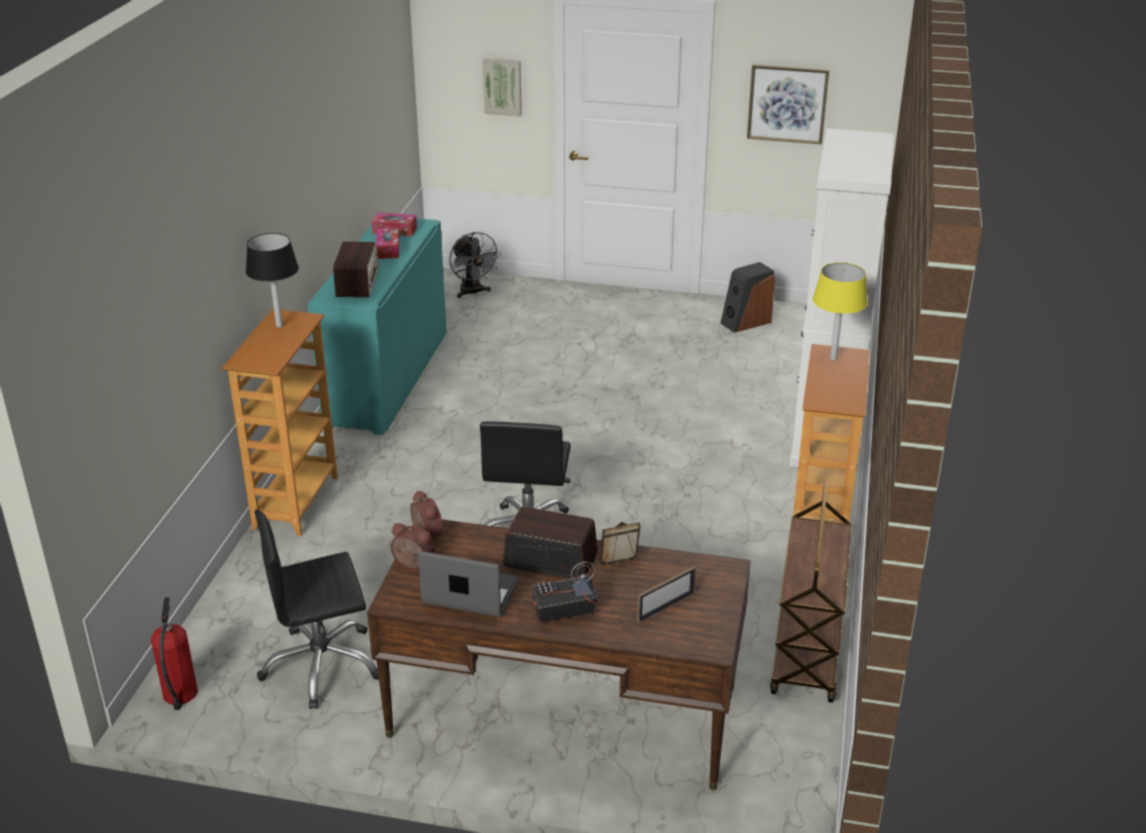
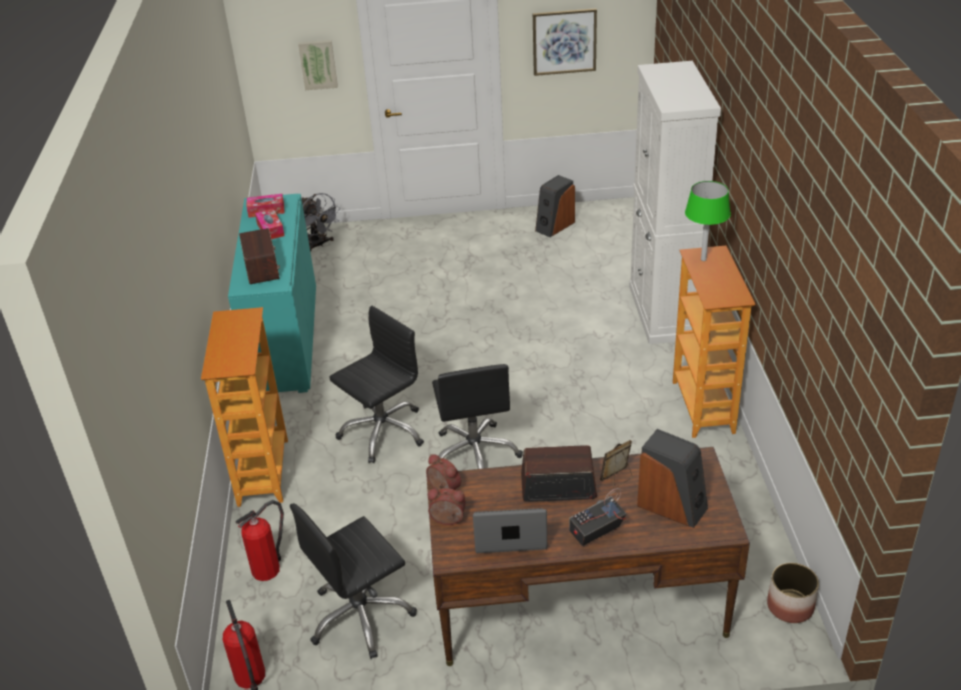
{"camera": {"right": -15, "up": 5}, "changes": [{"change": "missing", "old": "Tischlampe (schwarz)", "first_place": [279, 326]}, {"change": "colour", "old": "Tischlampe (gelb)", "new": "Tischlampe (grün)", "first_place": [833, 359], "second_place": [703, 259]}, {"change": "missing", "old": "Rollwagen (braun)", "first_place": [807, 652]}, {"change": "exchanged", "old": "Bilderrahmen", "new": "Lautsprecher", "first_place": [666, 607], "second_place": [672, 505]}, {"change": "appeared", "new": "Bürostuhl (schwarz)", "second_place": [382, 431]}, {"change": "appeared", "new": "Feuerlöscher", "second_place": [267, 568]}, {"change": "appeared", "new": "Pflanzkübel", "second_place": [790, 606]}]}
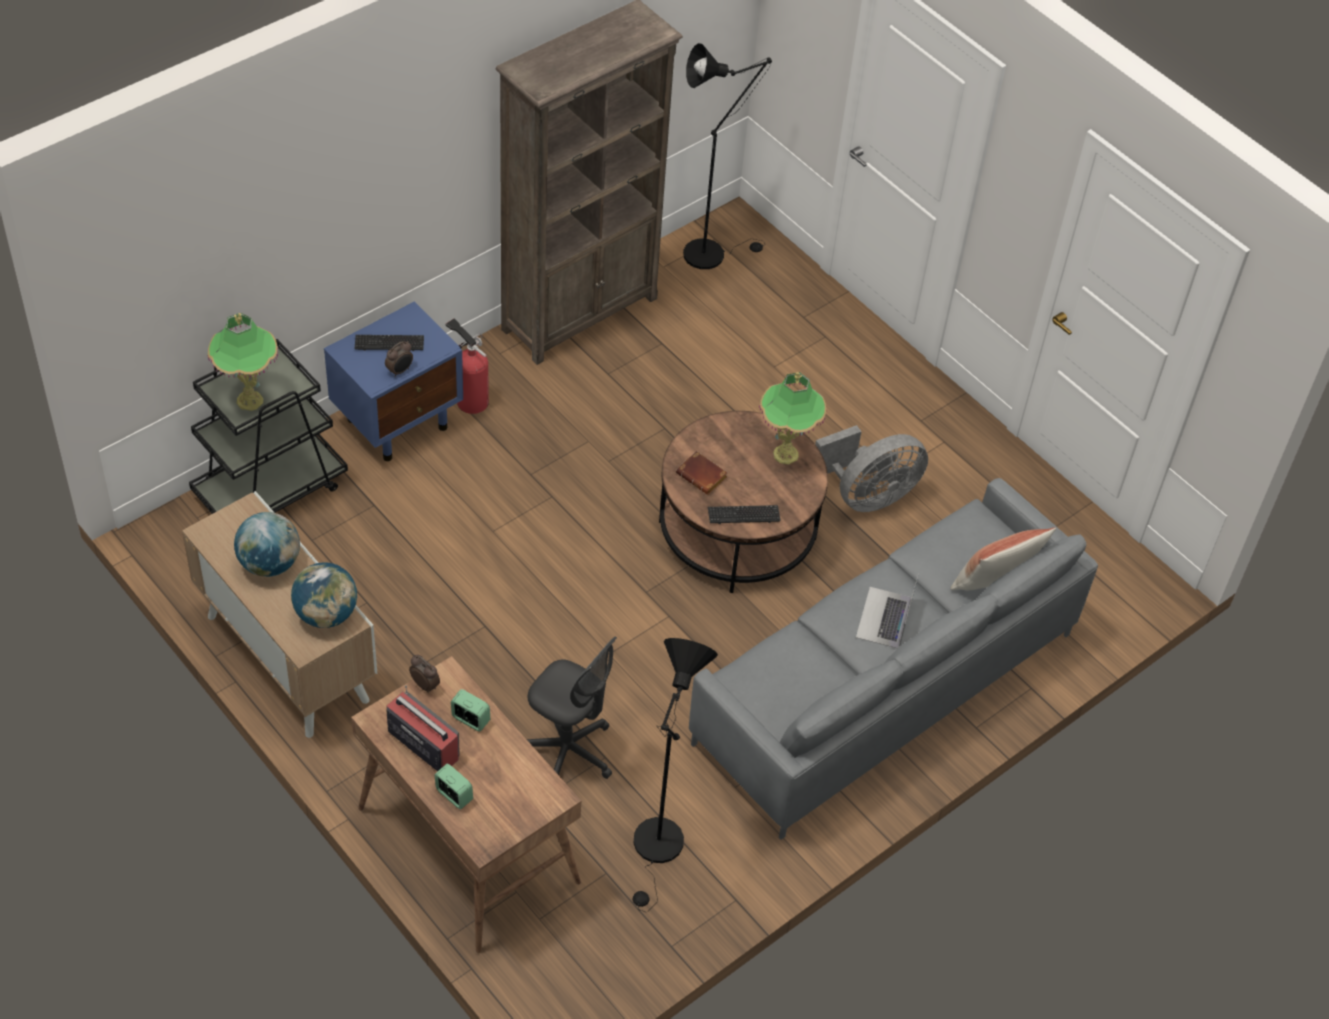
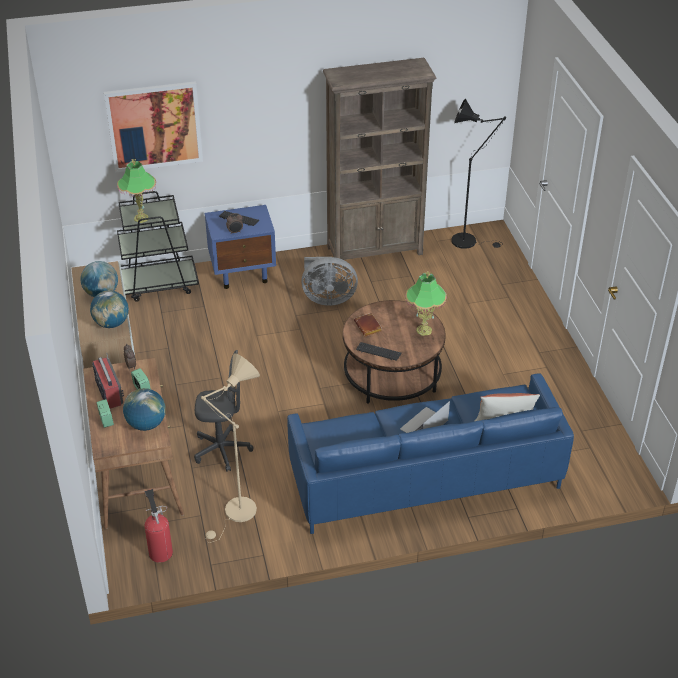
{"camera": {"right": 30, "up": -10}, "changes": [{"change": "relocated", "old": "Feuerlöscher", "first_place": [470, 399], "second_place": [160, 551]}, {"change": "relocated", "old": "Ventilator (grau)", "first_place": [868, 496], "second_place": [327, 298]}, {"change": "colour", "old": "Sofa (grau)", "new": "Sofa (blau)", "first_place": [882, 686], "second_place": [424, 477]}, {"change": "spun", "old": "Bürostuhl (grau)", "first_place": [568, 752], "second_place": [222, 450], "degrees": -60}, {"change": "colour", "old": "Stehlampe (schwarz)", "new": "Stehlampe (beige)", "first_place": [658, 850], "second_place": [237, 514]}, {"change": "appeared", "new": "Bild", "second_place": [154, 126]}, {"change": "appeared", "new": "Globus", "second_place": [146, 424]}]}
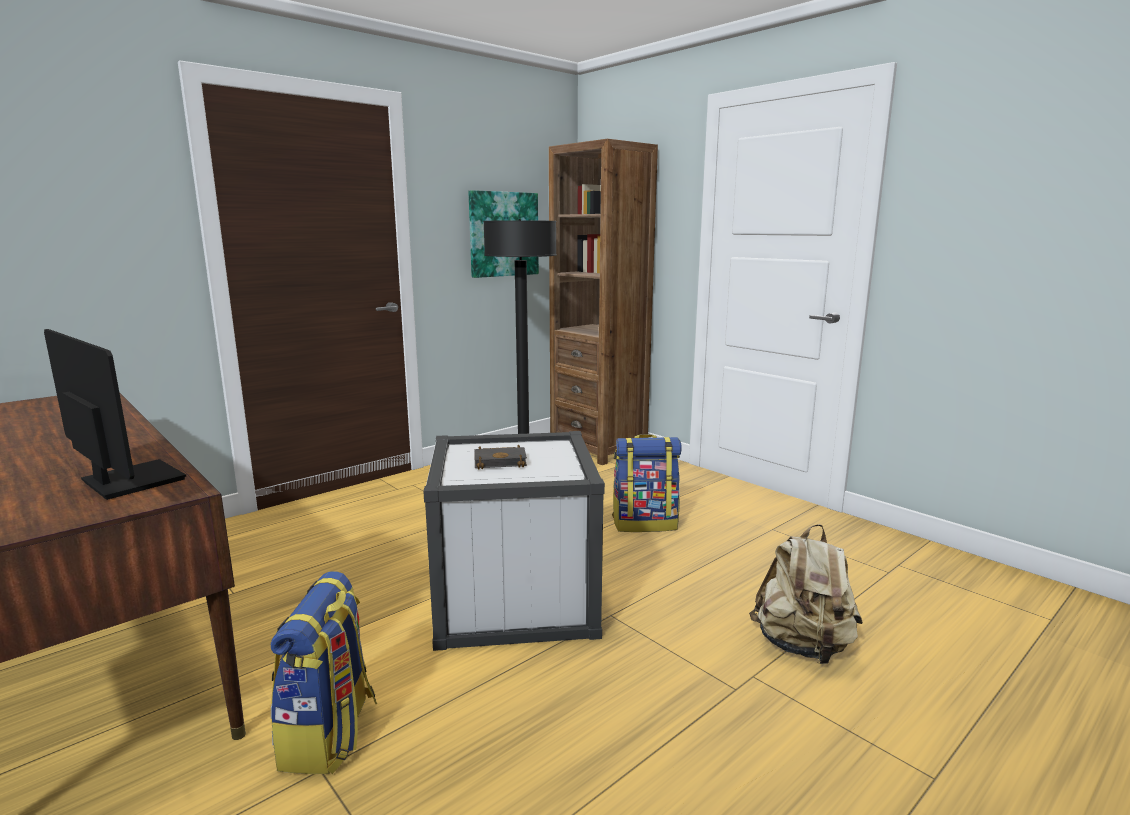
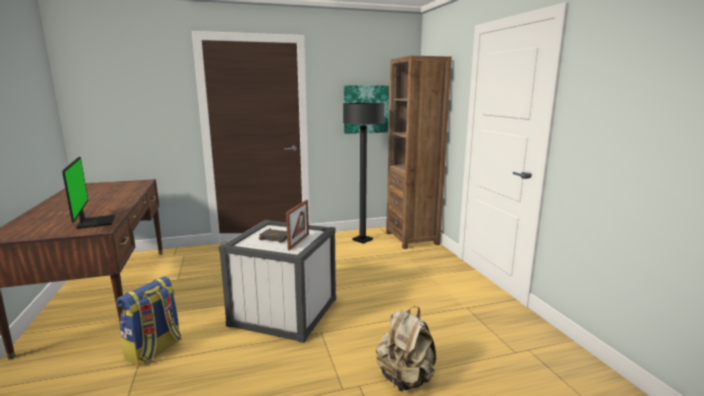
{"camera": {"right": 25, "up": 0}, "changes": [{"change": "missing", "old": "Rucksack", "first_place": [645, 523]}, {"change": "appeared", "new": "Bilderrahmen", "second_place": [298, 241]}]}
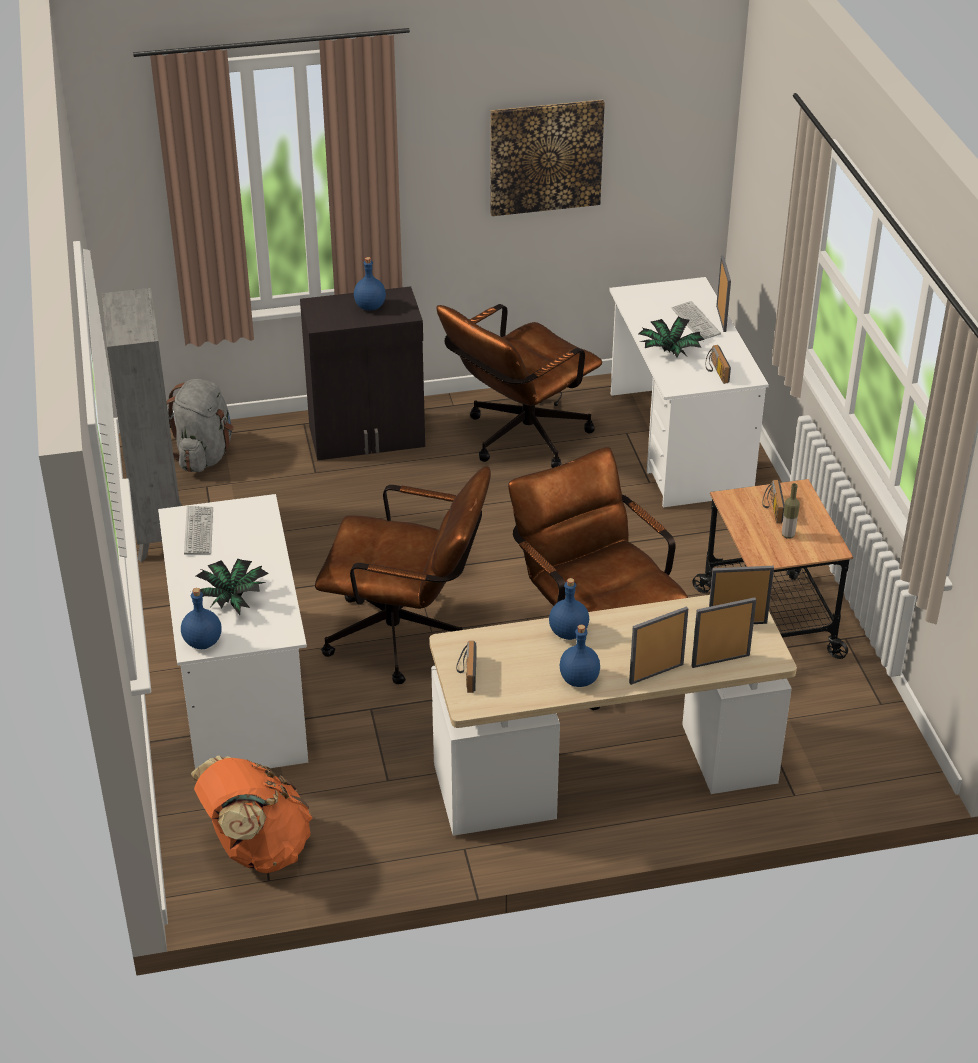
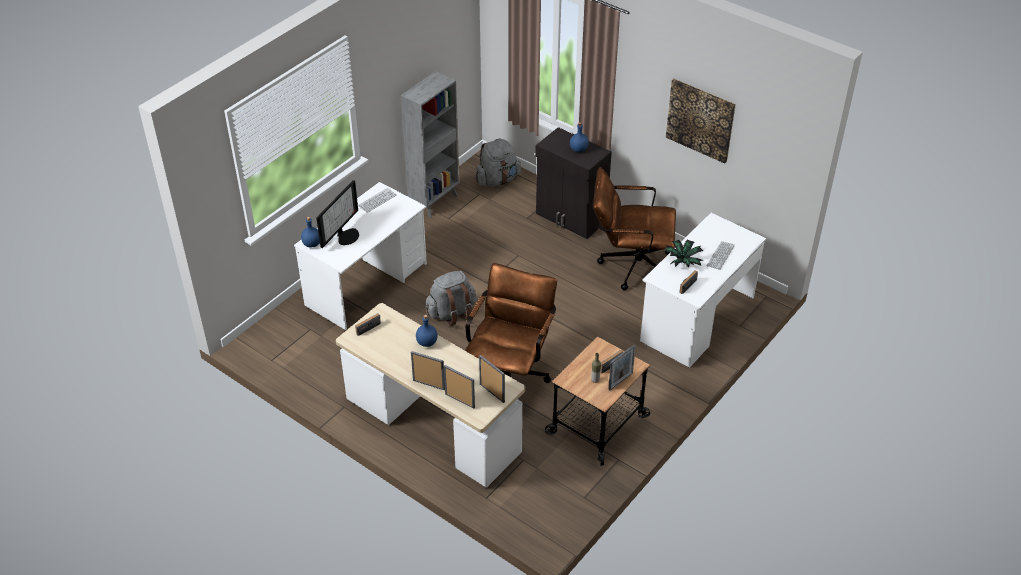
{"camera": {"right": 50, "up": 5}, "changes": [{"change": "relocated", "old": "Bilderrahmen", "first_place": [721, 318], "second_place": [620, 381]}, {"change": "exchanged", "old": "Bürostuhl (braun)", "new": "Rucksack (grau)", "first_place": [407, 638], "second_place": [452, 313]}, {"change": "exchanged", "old": "Topfpflanze", "new": "Monitor", "first_place": [233, 599], "second_place": [346, 235]}, {"change": "missing", "old": "Flasche (blau)", "first_place": [579, 679]}, {"change": "missing", "old": "Rucksack (orange)", "first_place": [256, 848]}]}
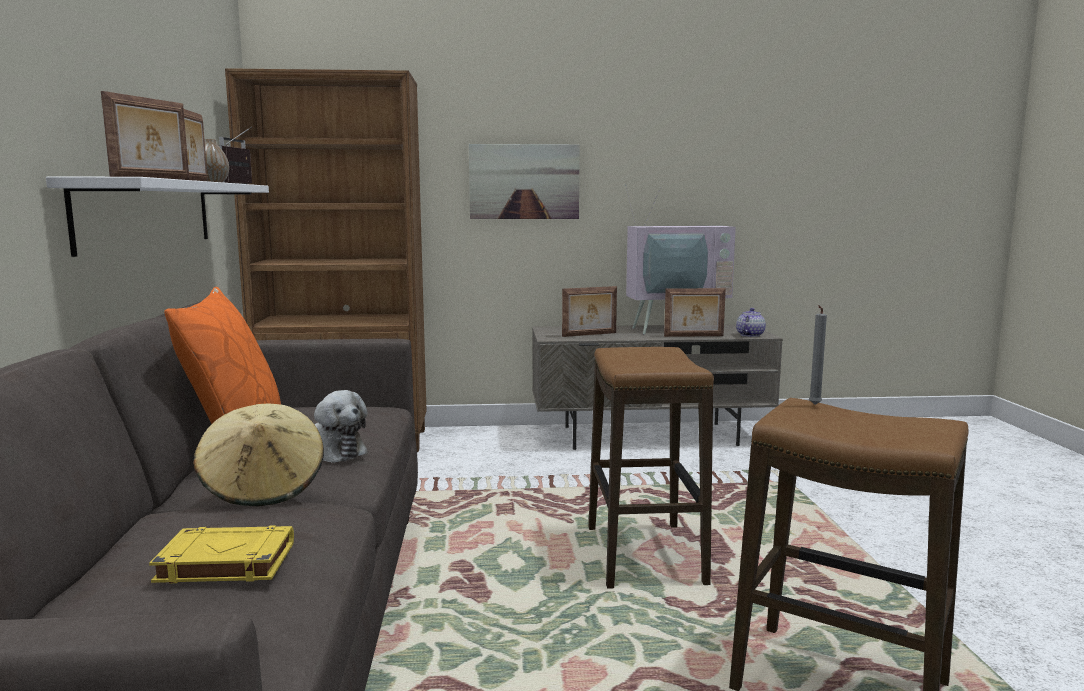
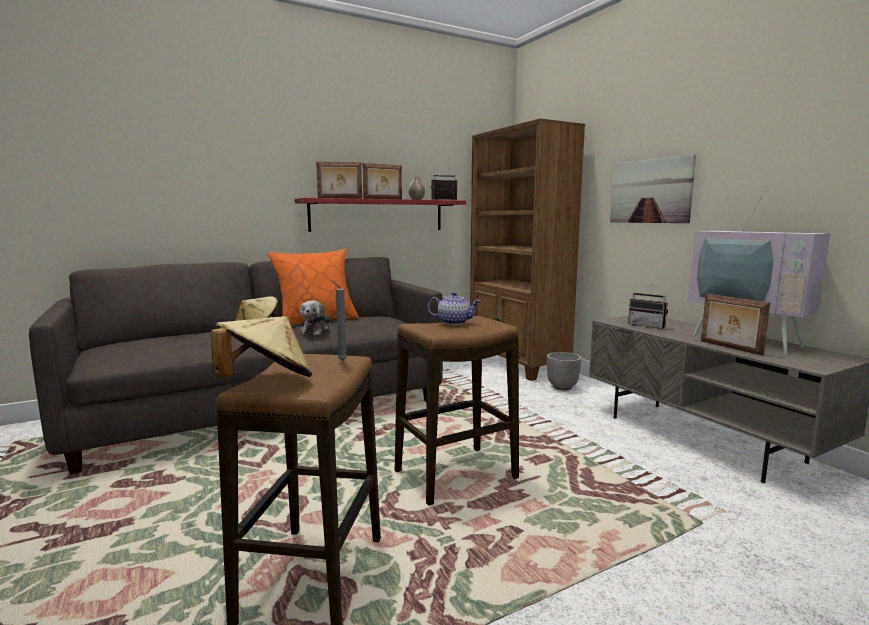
{"camera": {"right": 65, "up": 0}, "changes": [{"change": "colour", "old": "Wandregal (weiß)", "new": "Wandregal (rot)", "first_place": [148, 214], "second_place": [378, 215]}, {"change": "exchanged", "old": "Bilderrahmen", "new": "Radio", "first_place": [589, 334], "second_place": [648, 326]}, {"change": "relocated", "old": "Teekanne", "first_place": [749, 335], "second_place": [454, 322]}, {"change": "missing", "old": "Buch (gelb)", "first_place": [224, 563]}, {"change": "appeared", "new": "Hut (beige)", "second_place": [266, 382]}, {"change": "appeared", "new": "Pflanzkübel", "second_place": [562, 387]}]}
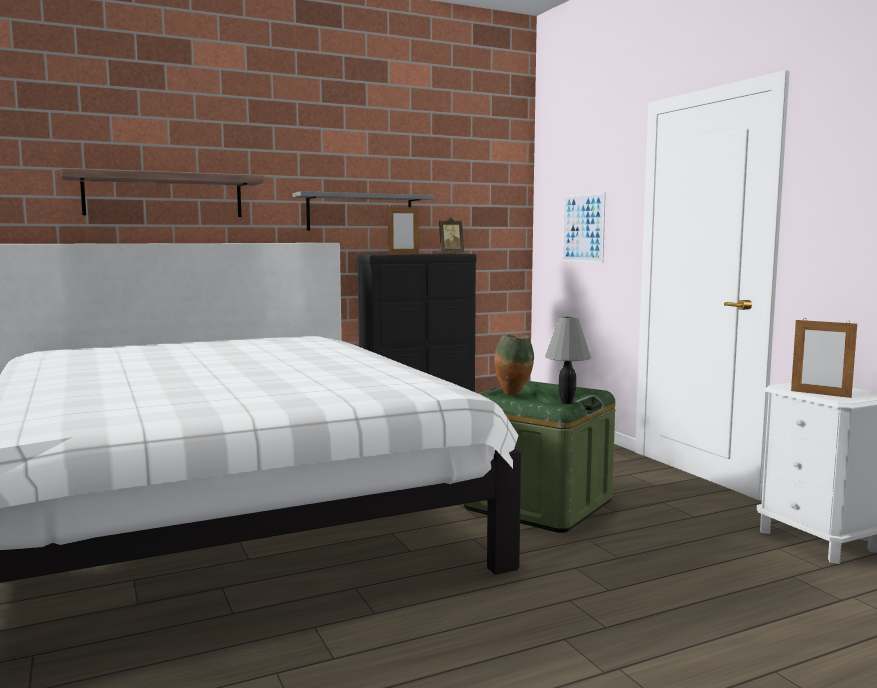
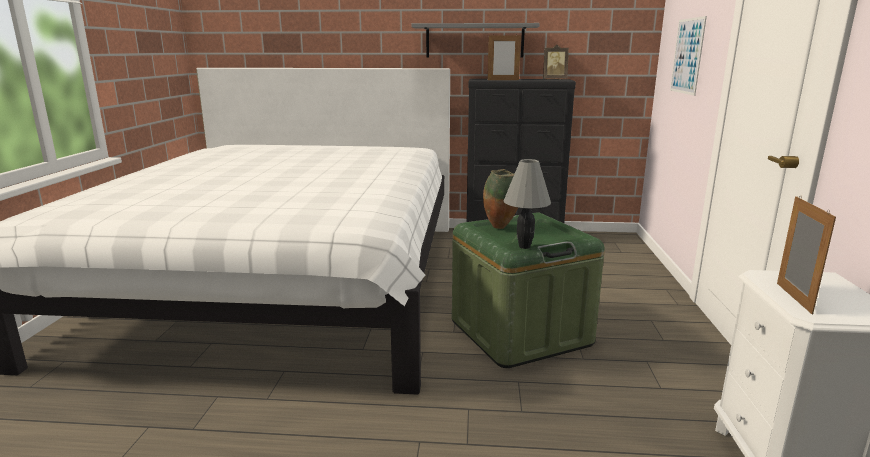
{"camera": {"right": 30, "up": 10}, "changes": [{"change": "missing", "old": "Wandregal", "first_place": [164, 196]}, {"change": "spun", "old": "Bilderrahmen", "first_place": [820, 394], "second_place": [793, 298], "degrees": -150}]}
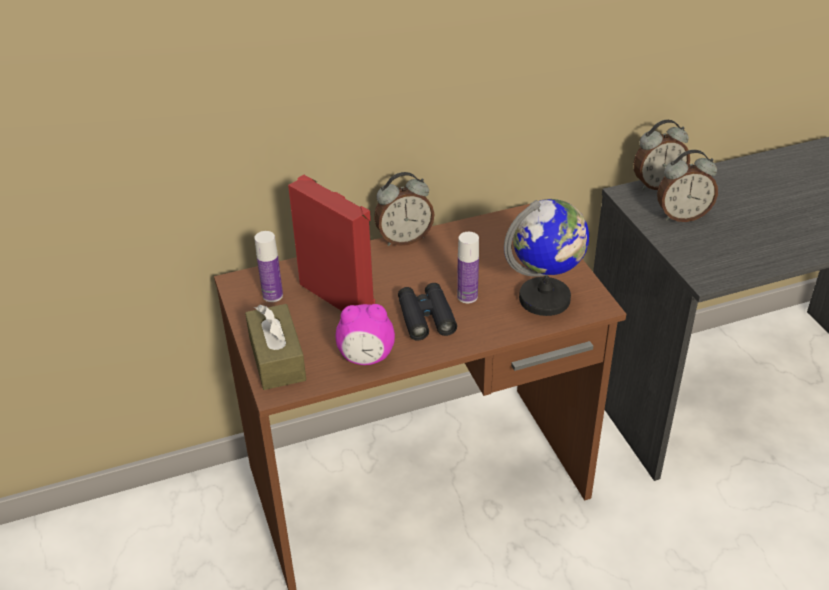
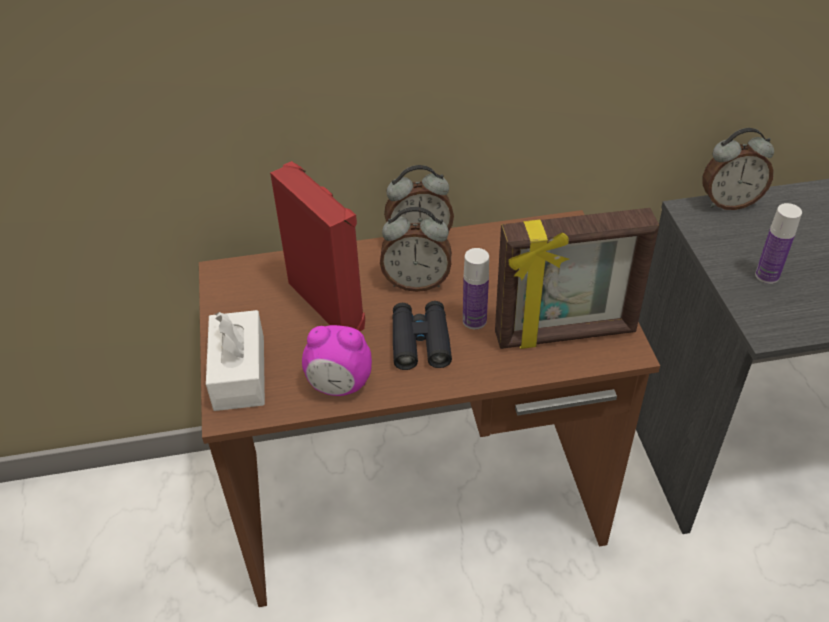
{"camera": {"right": 10, "up": 5}, "changes": [{"change": "relocated", "old": "Wecker", "first_place": [682, 216], "second_place": [416, 282]}, {"change": "exchanged", "old": "Globus", "new": "Bilderrahmen", "first_place": [545, 299], "second_place": [565, 335]}, {"change": "relocated", "old": "Flasche", "first_place": [272, 295], "second_place": [767, 276]}, {"change": "colour", "old": "Taschentuchbox (braun)", "new": "Taschentuchbox (weiß)", "first_place": [277, 358], "second_place": [239, 373]}]}
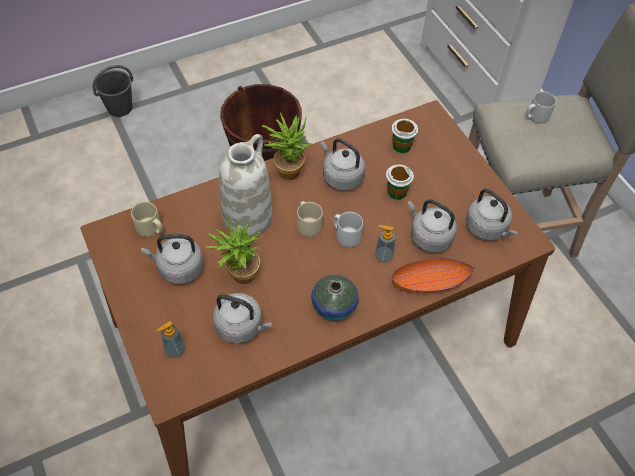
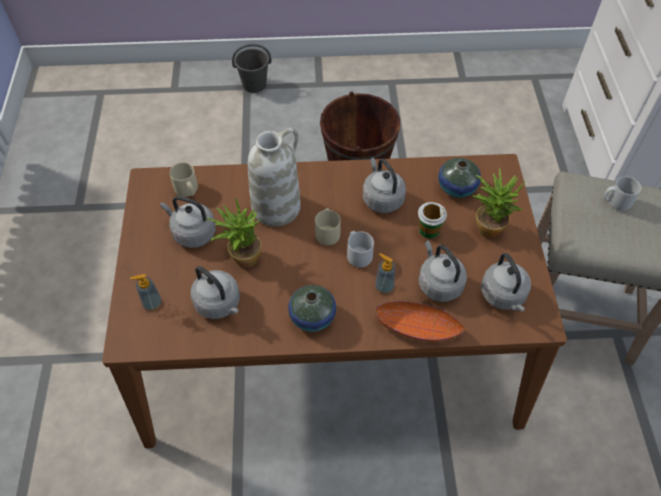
{"camera": {"right": 25, "up": 0}, "changes": [{"change": "relocated", "old": "Topfpflanze", "first_place": [288, 168], "second_place": [488, 225]}, {"change": "exchanged", "old": "Tasse", "new": "Vase", "first_place": [401, 146], "second_place": [457, 187]}]}
